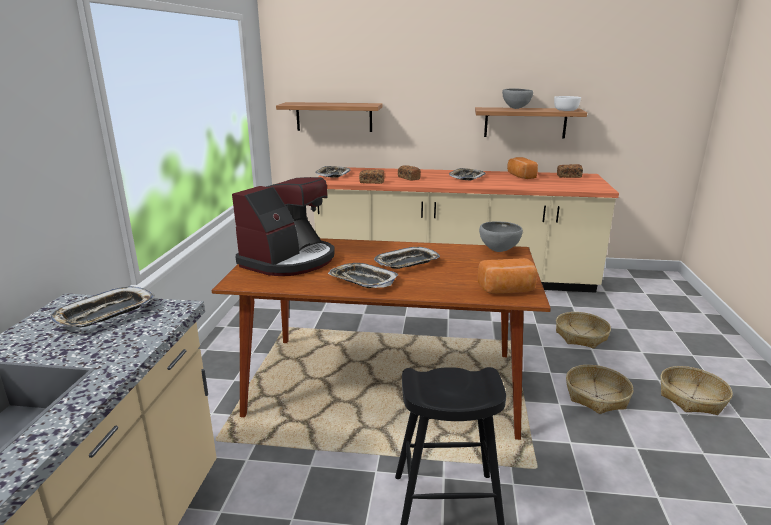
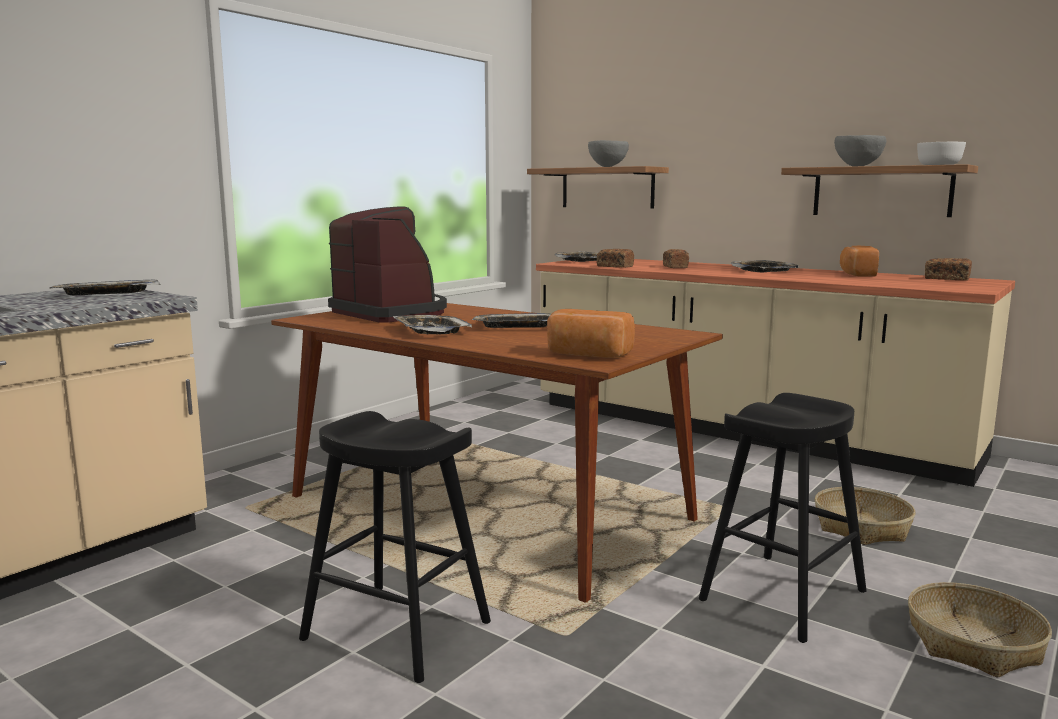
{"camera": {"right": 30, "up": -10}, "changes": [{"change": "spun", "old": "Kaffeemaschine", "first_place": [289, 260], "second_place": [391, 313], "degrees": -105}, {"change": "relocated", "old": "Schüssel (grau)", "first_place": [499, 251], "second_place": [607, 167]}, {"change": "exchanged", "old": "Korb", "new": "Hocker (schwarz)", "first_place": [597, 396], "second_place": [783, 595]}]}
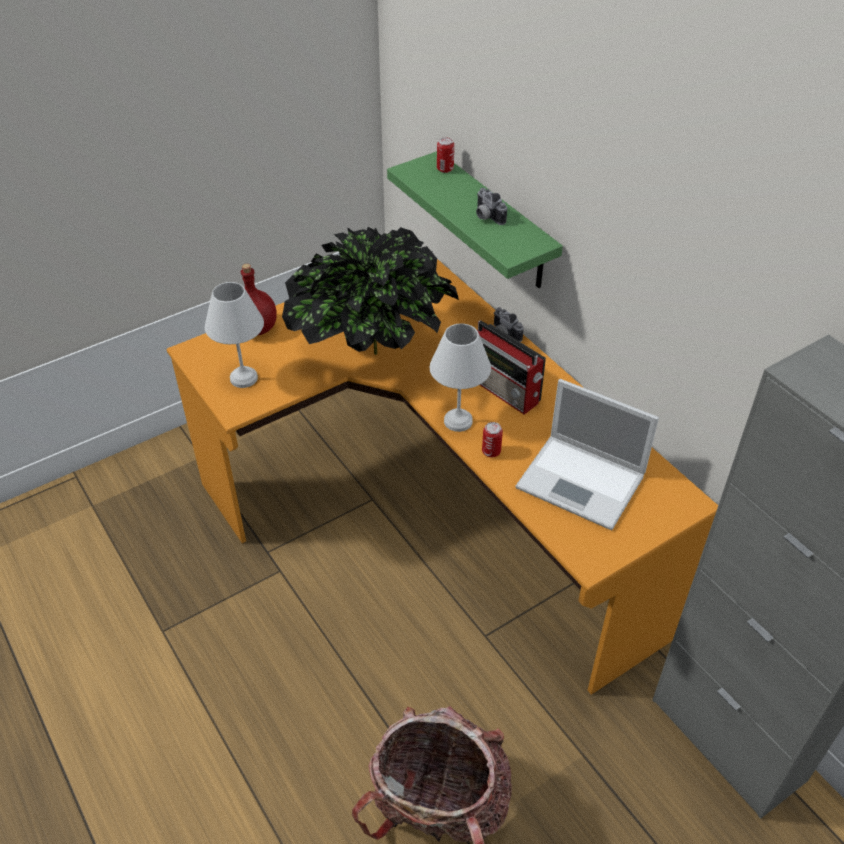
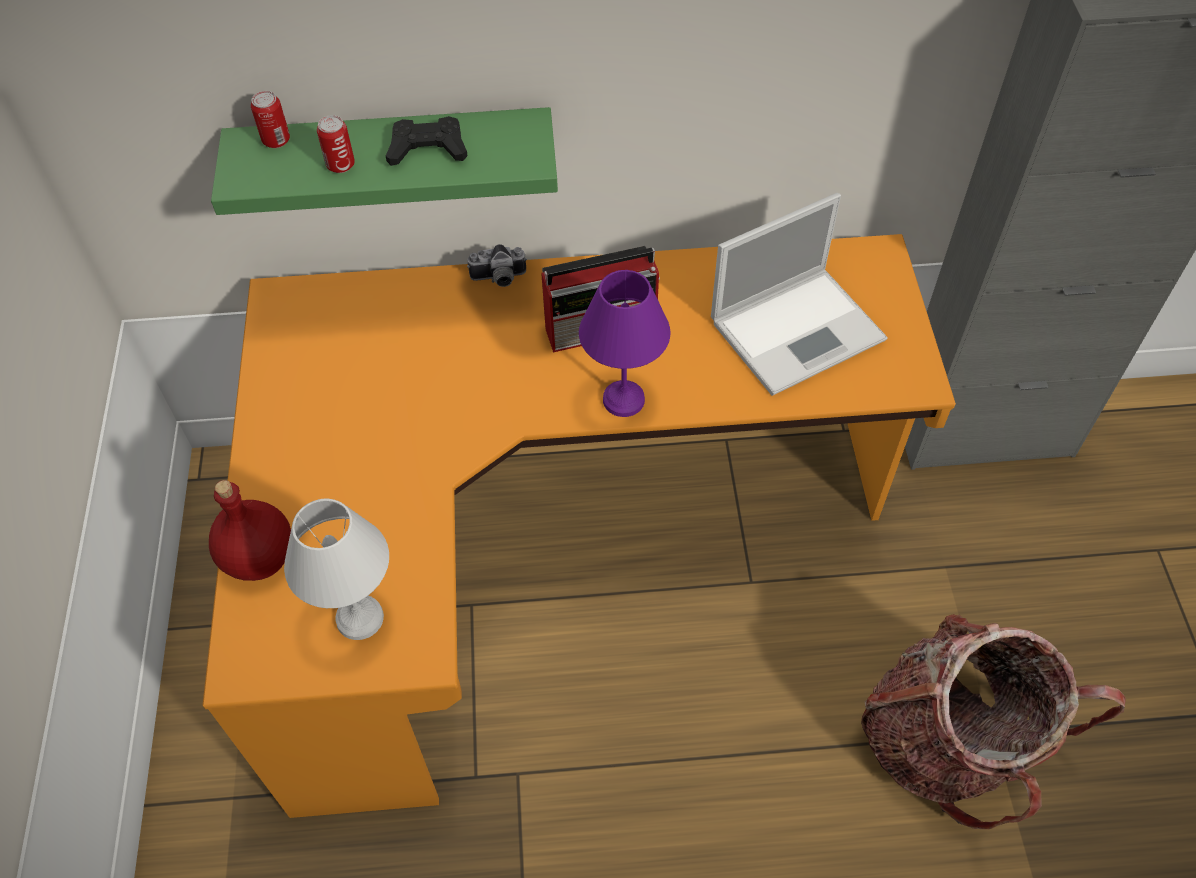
{"camera": {"right": -60, "up": 10}, "changes": [{"change": "exchanged", "old": "Kamera", "new": "Gamepad (schwarz)", "first_place": [486, 216], "second_place": [427, 148]}, {"change": "missing", "old": "Topfpflanze", "first_place": [372, 356]}, {"change": "colour", "old": "Tischlampe (weiß)", "new": "Tischlampe (lila)", "first_place": [457, 420], "second_place": [621, 400]}, {"change": "relocated", "old": "Dose", "first_place": [491, 452], "second_place": [340, 165]}]}
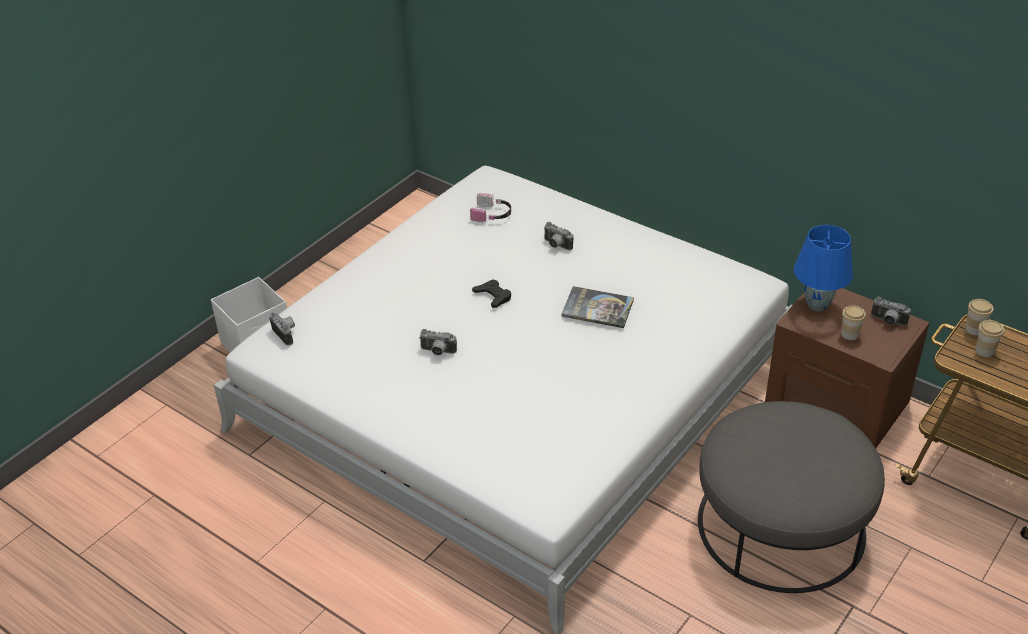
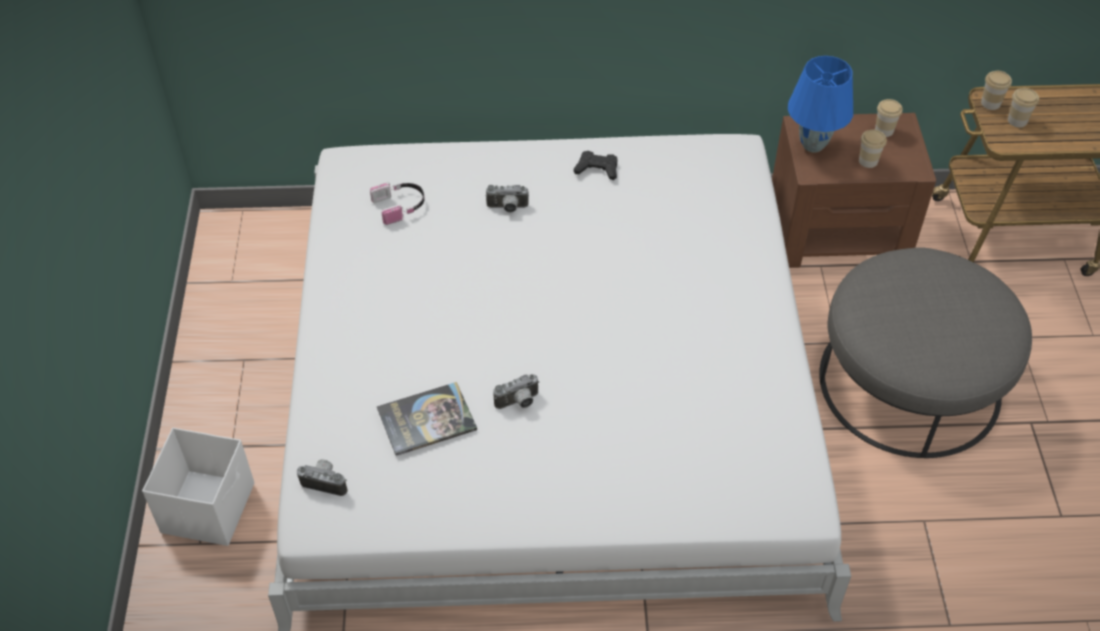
{"camera": {"right": -40, "up": 10}, "changes": [{"change": "relocated", "old": "Gamepad (schwarz)", "first_place": [493, 296], "second_place": [597, 169]}, {"change": "relocated", "old": "Buch", "first_place": [597, 308], "second_place": [426, 419]}, {"change": "exchanged", "old": "Kamera", "new": "Tasse", "first_place": [887, 321], "second_place": [884, 130]}]}
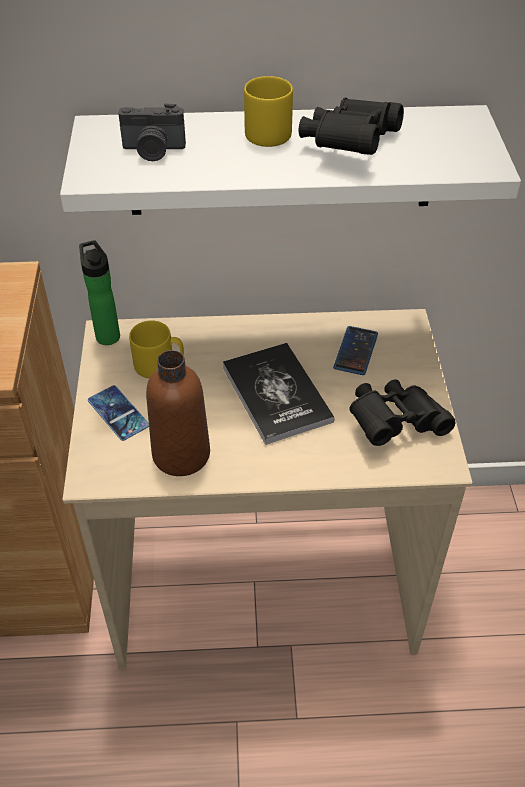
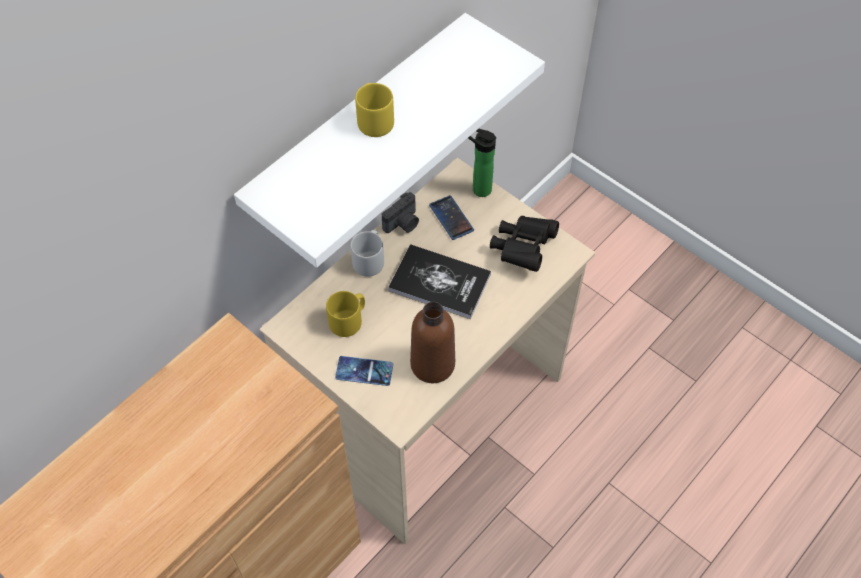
{"camera": {"right": -45, "up": 10}, "changes": [{"change": "missing", "old": "Fernglas (schwarz)", "first_place": [349, 145]}, {"change": "relocated", "old": "Kamera", "first_place": [153, 151], "second_place": [403, 223]}, {"change": "relocated", "old": "Flasche", "first_place": [107, 334], "second_place": [479, 189]}, {"change": "appeared", "new": "Henkelbecher (grau)", "second_place": [370, 260]}]}
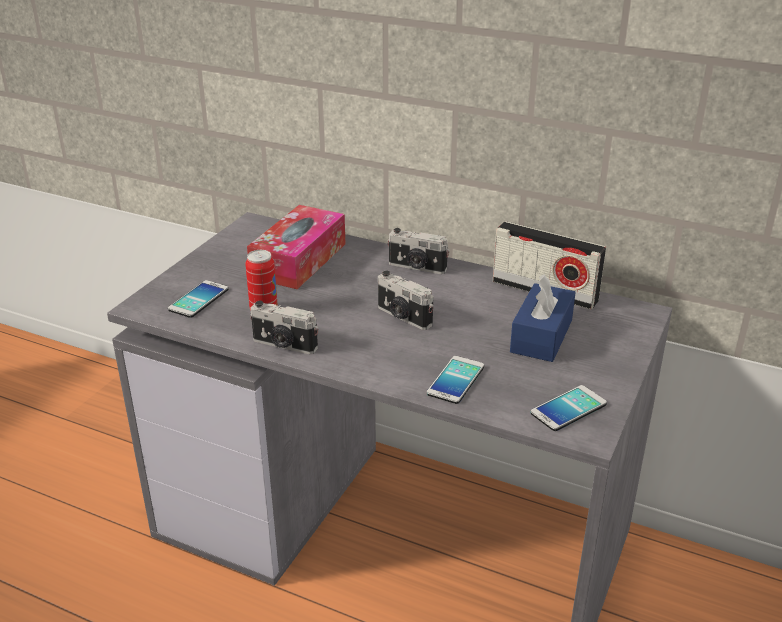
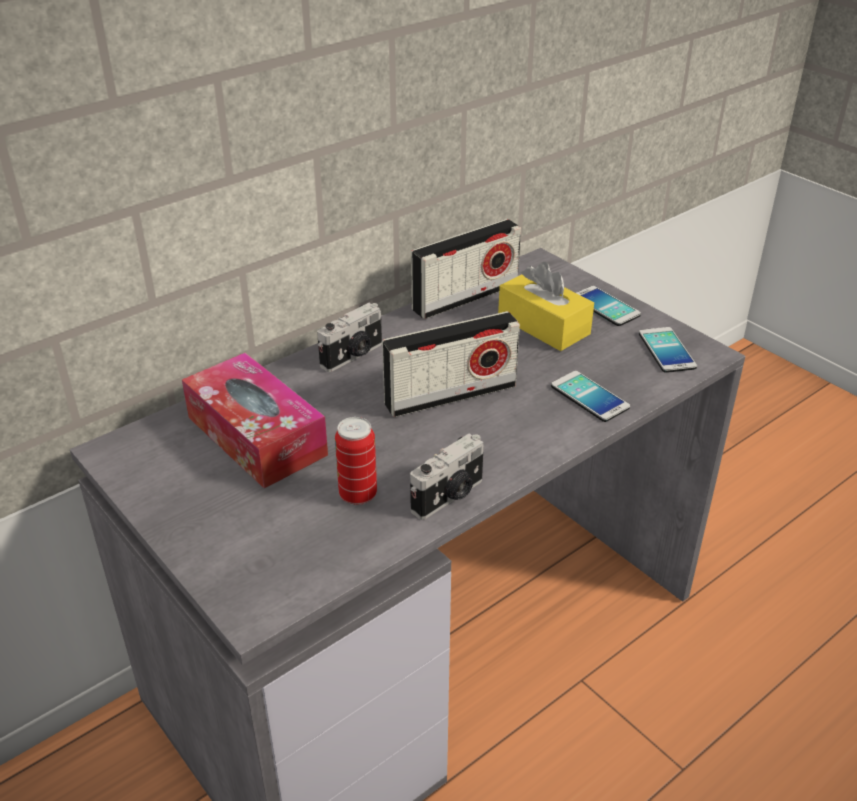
{"camera": {"right": -65, "up": 5}, "changes": [{"change": "exchanged", "old": "Kamera", "new": "Radio", "first_place": [403, 317], "second_place": [450, 395]}, {"change": "colour", "old": "Taschentuchbox (blau)", "new": "Taschentuchbox (gelb)", "first_place": [541, 336], "second_place": [543, 325]}, {"change": "relocated", "old": "Handy", "first_place": [198, 299], "second_place": [605, 307]}]}
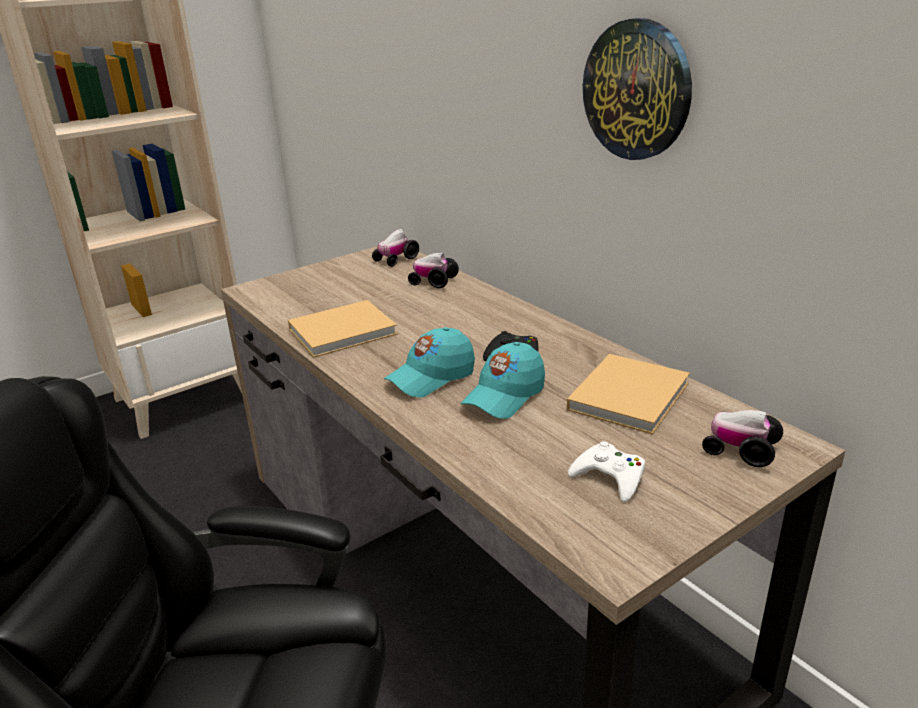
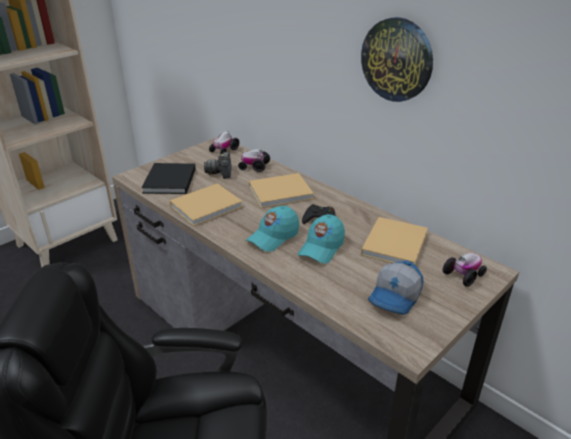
{"camera": {"right": -10, "up": 5}, "changes": [{"change": "spun", "old": "Spielzeugauto", "first_place": [740, 450], "second_place": [464, 275], "degrees": 120}, {"change": "exchanged", "old": "Gamepad (weiß)", "new": "Kappe", "first_place": [610, 477], "second_place": [396, 297]}, {"change": "appeared", "new": "Kamera", "second_place": [221, 172]}, {"change": "appeared", "new": "Buch (schwarz)", "second_place": [169, 181]}, {"change": "appeared", "new": "Buch (beige)", "second_place": [282, 192]}]}
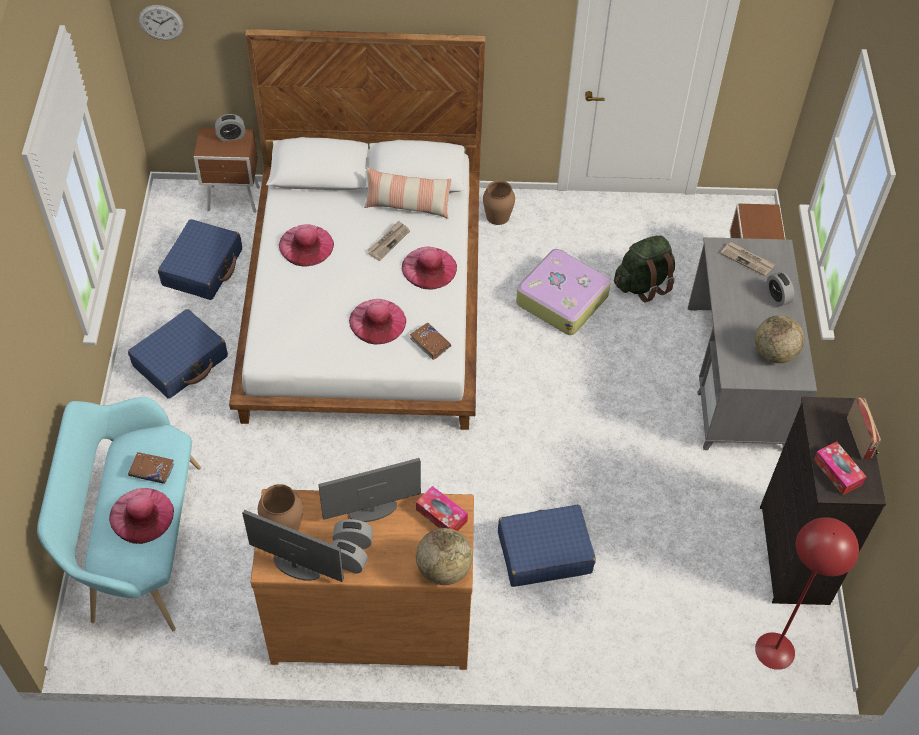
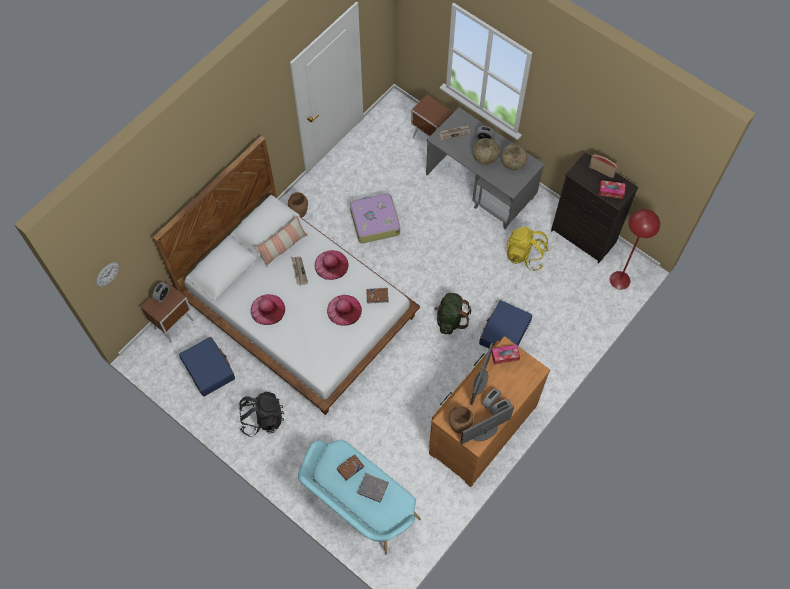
{"camera": {"right": -50, "up": 10}, "changes": [{"change": "relocated", "old": "Rucksack (grün)", "first_place": [643, 284], "second_place": [450, 319]}, {"change": "exchanged", "old": "Koffer (blau)", "new": "Rucksack (schwarz)", "first_place": [181, 361], "second_place": [262, 418]}, {"change": "exchanged", "old": "Hut (rosa)", "new": "Buch (grau)", "first_place": [141, 515], "second_place": [373, 488]}, {"change": "relocated", "old": "Globus", "first_place": [443, 569], "second_place": [484, 158]}, {"change": "appeared", "new": "Rucksack (gelb)", "second_place": [525, 255]}]}
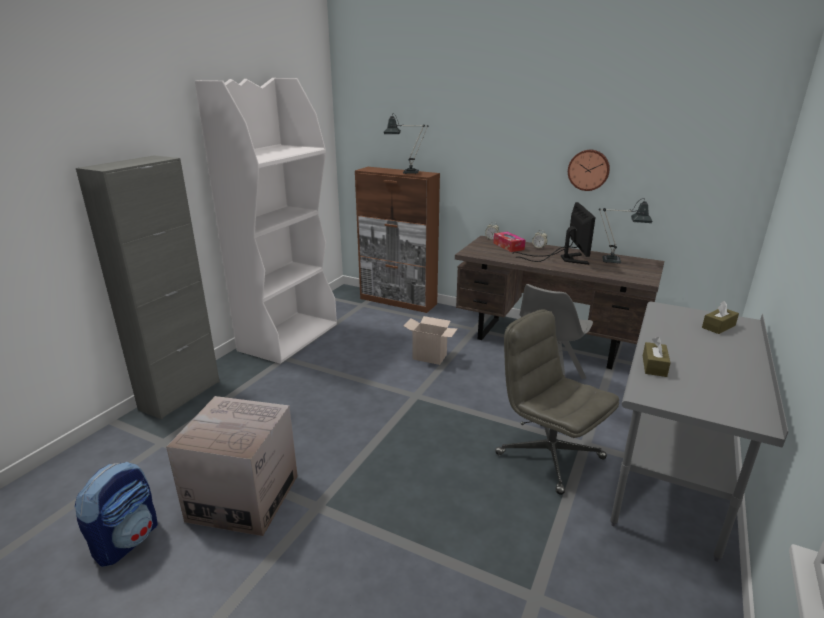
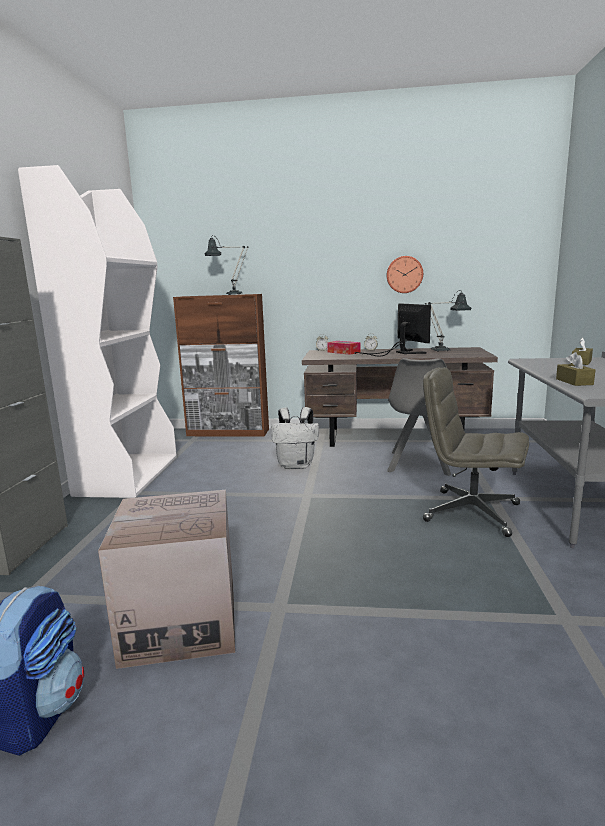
{"camera": {"right": -20, "up": -10}, "changes": [{"change": "exchanged", "old": "Karton", "new": "Rucksack (weiß)", "first_place": [431, 357], "second_place": [296, 465]}]}
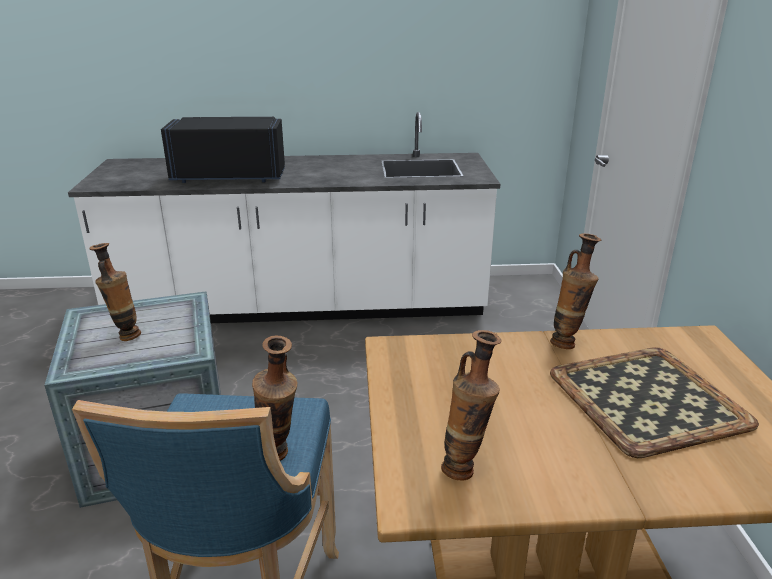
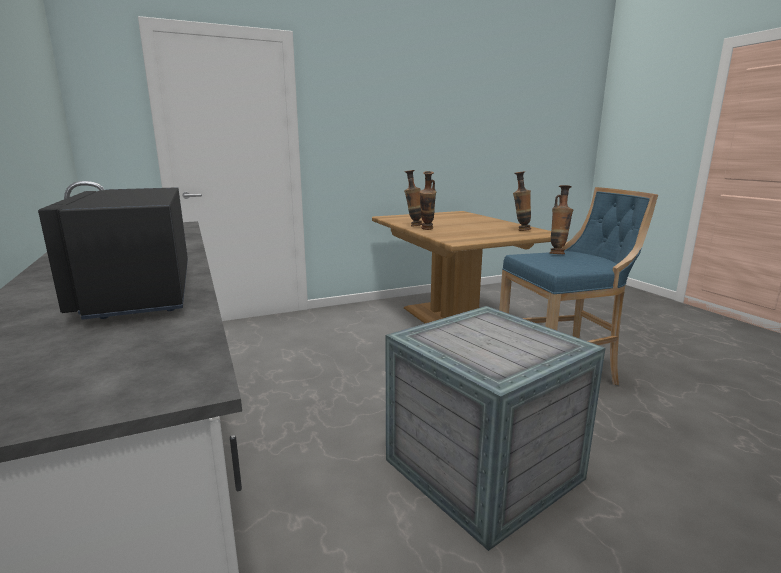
{"camera": {"right": -110, "up": -10}, "changes": [{"change": "relocated", "old": "Vase", "first_place": [125, 335], "second_place": [427, 229]}, {"change": "missing", "old": "Tablett", "first_place": [645, 398]}]}
